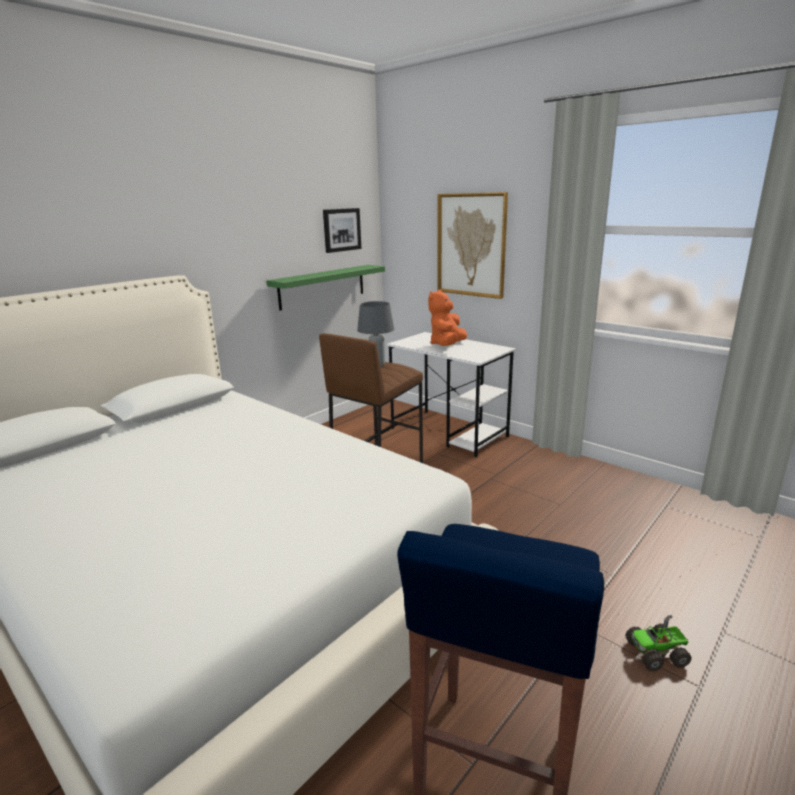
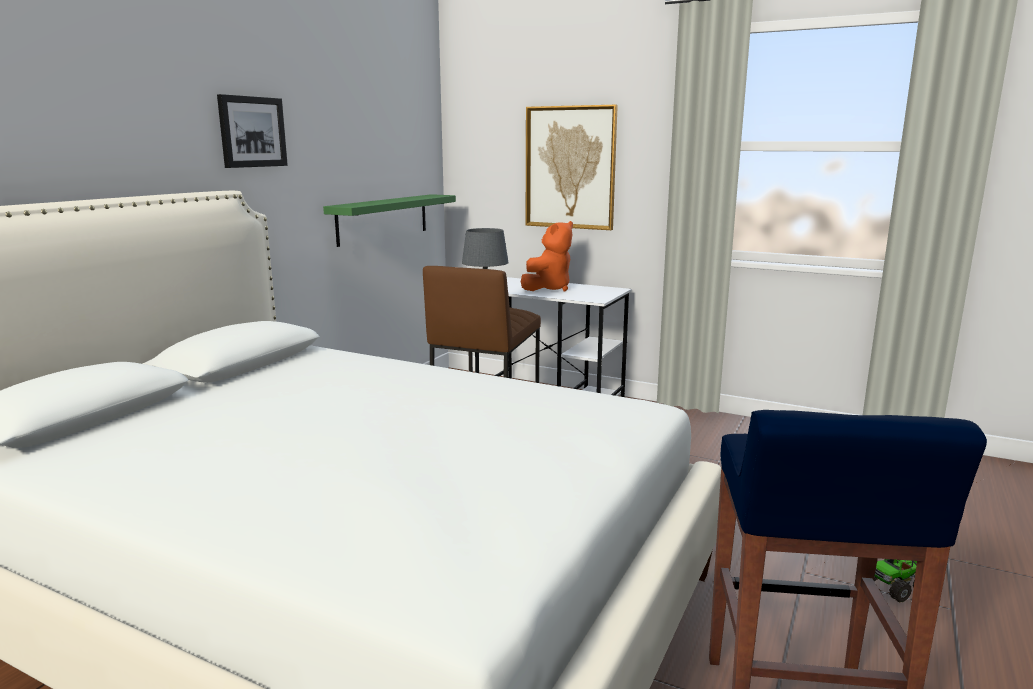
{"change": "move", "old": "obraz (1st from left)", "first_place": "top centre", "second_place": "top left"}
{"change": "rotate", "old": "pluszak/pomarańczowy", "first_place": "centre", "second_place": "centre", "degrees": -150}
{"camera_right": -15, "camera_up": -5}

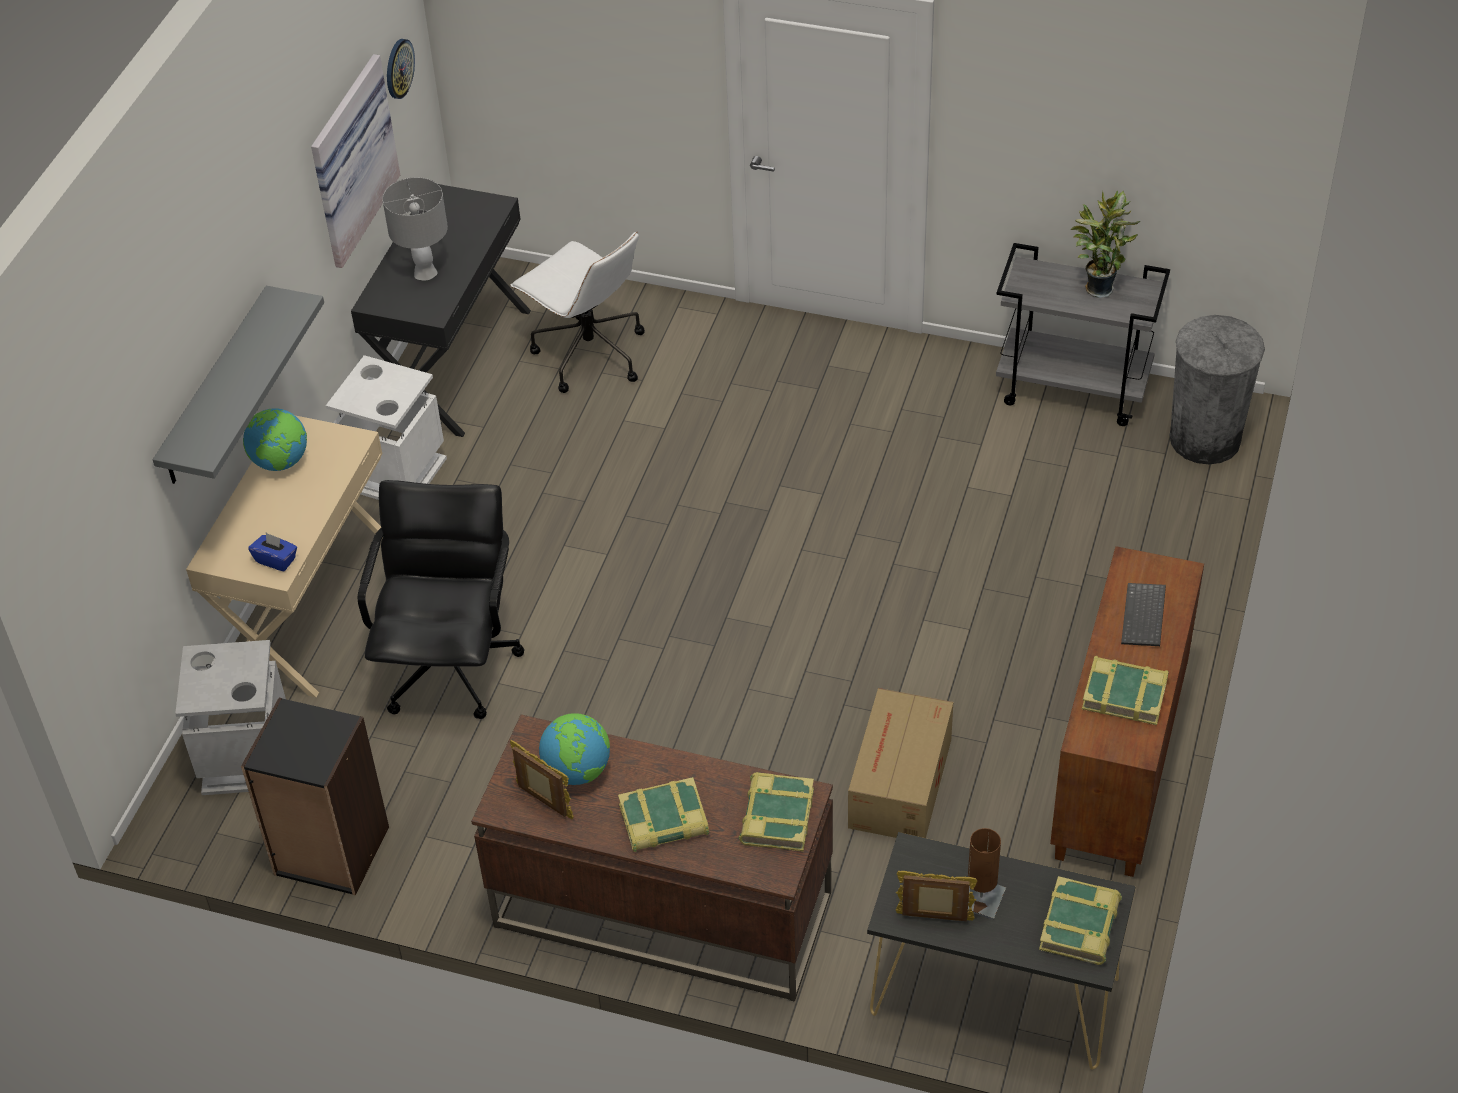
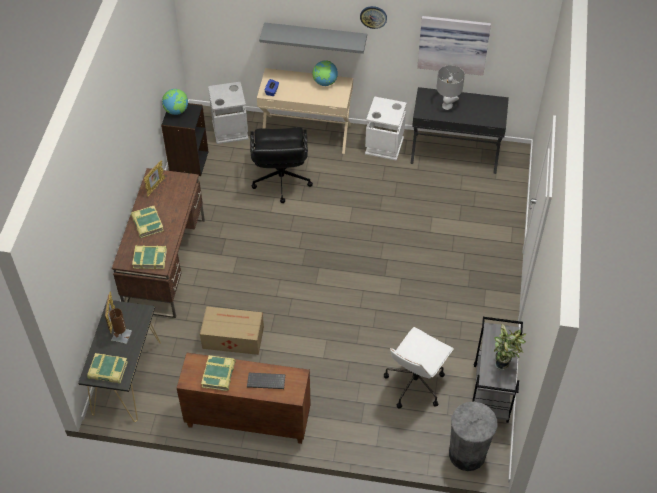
{"change": "move", "old": "zegar ścienny", "first_place": "top left", "second_place": "top centre"}
{"change": "move", "old": "krzesło biurowe/biały", "first_place": "top centre", "second_place": "bottom centre"}
{"change": "move", "old": "globus (2nd from left in the first image)", "new": "globus (1st from left)", "first_place": "bottom centre", "second_place": "top left"}
{"change": "rotate", "old": "krzesło biurowe/czarny", "first_place": "middle left", "second_place": "centre", "degrees": 90}
{"camera_right": 80, "camera_up": 5}

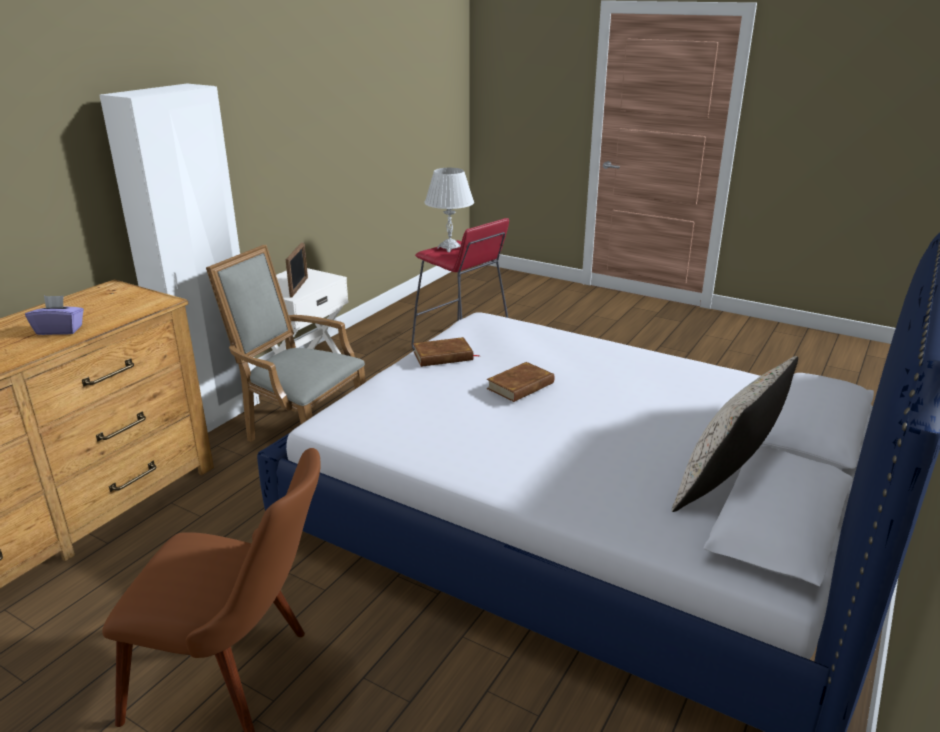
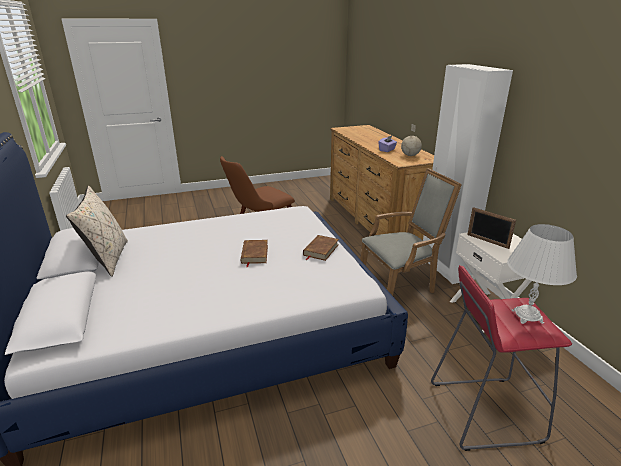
{"change": "insert", "new": "globus", "second_place": "top centre"}
{"camera_right": 130, "camera_up": 0}

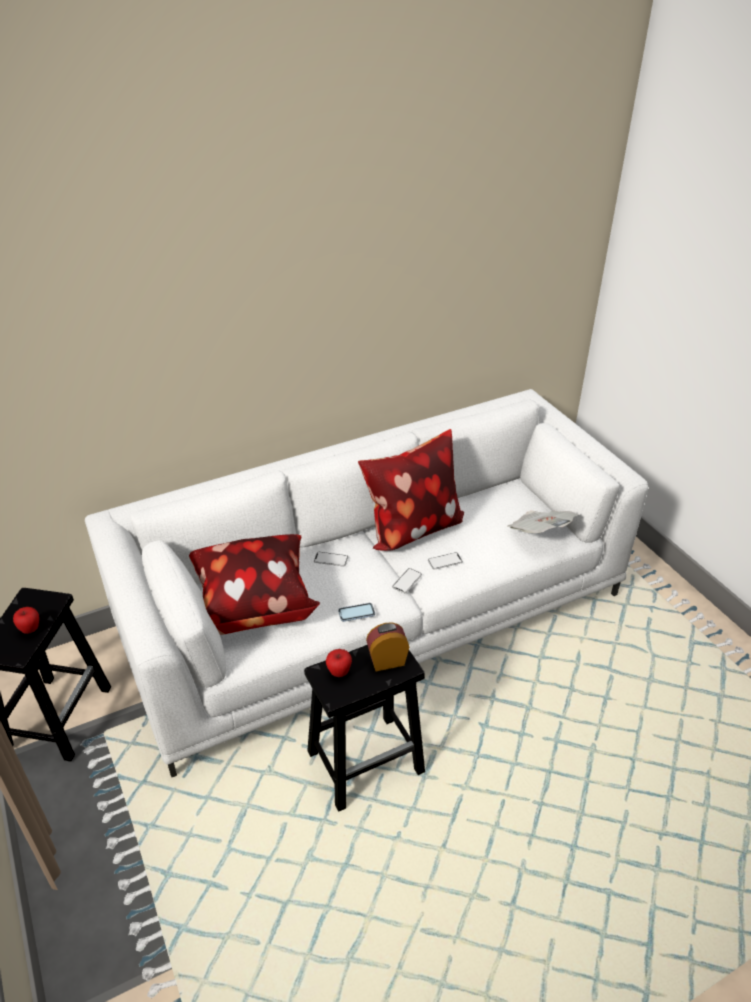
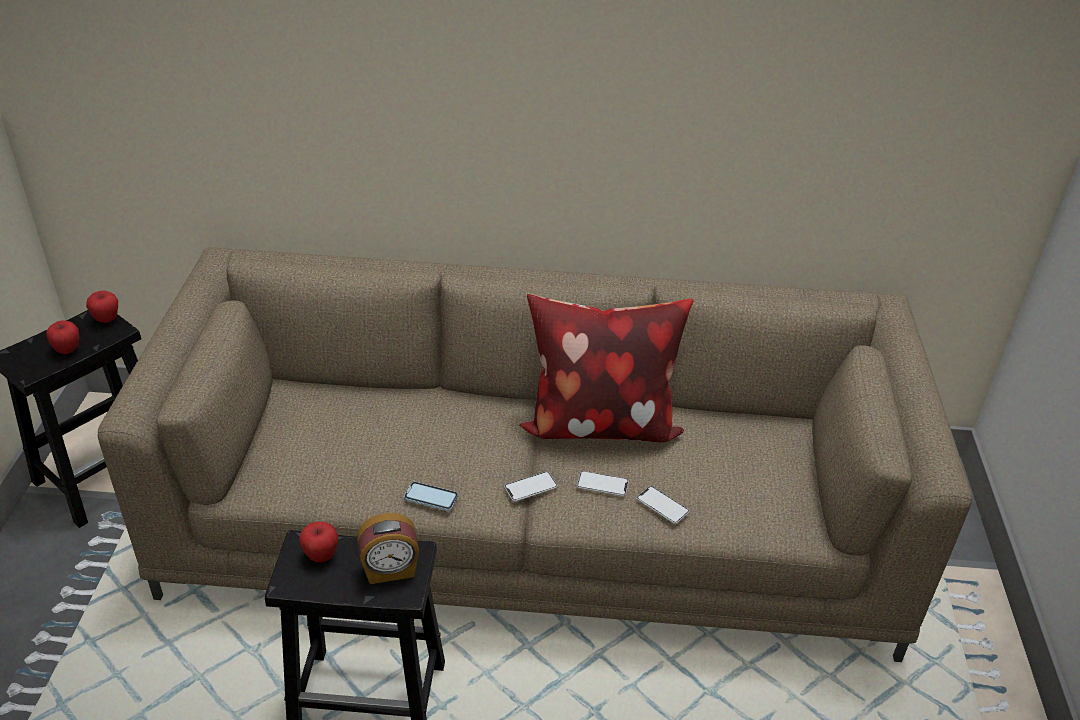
{"change": "delete", "old": "poduszka (1st from left)", "first_place": "centre"}
{"change": "delete", "old": "gazeta", "first_place": "middle right"}
{"change": "insert", "new": "jabłko (2nd from left)", "second_place": "middle left"}
{"change": "move", "old": "telefon (1st from left in the first image)", "new": "telefon (4th from left)", "first_place": "centre", "second_place": "bottom centre"}
{"change": "recolor", "old": "kanapa/biały", "new": "kanapa/brązowy", "first_place": "centre", "second_place": "centre"}
{"change": "rotate", "old": "budzik", "first_place": "centre", "second_place": "bottom centre", "degrees": 150}
{"camera_right": 30, "camera_up": 0}

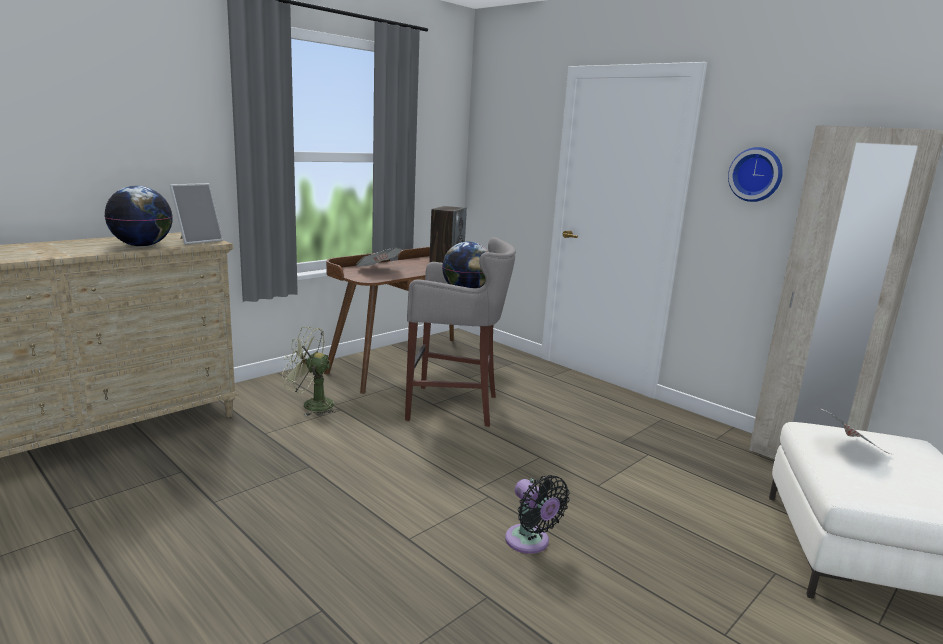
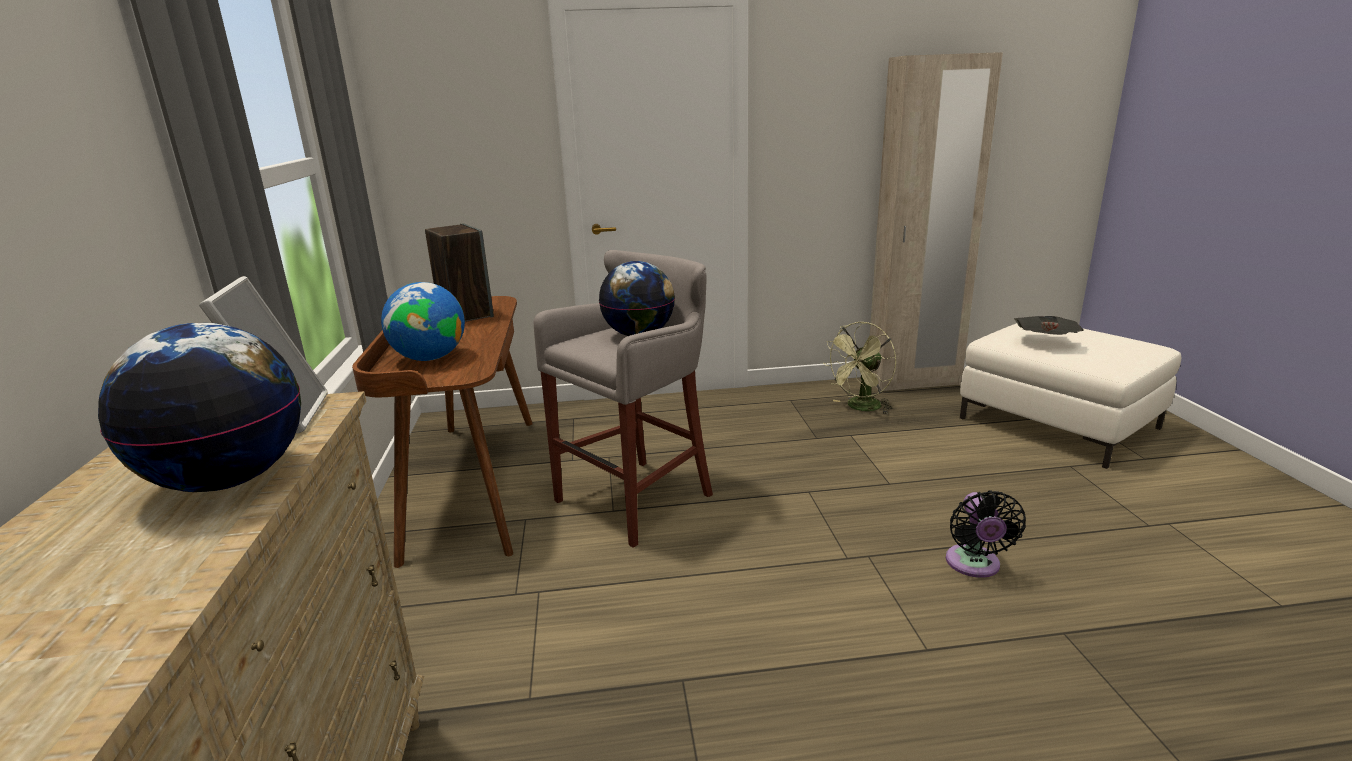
{"change": "delete", "old": "zegar ścienny", "first_place": "top right"}
{"change": "move", "old": "wentylator/zielony", "first_place": "middle left", "second_place": "centre"}
{"change": "replace", "old": "gazeta (1st from left)", "new": "globus (2nd from left)", "first_place": "centre", "second_place": "middle left"}
{"change": "rotate", "old": "wentylator/czarny", "first_place": "bottom centre", "second_place": "bottom right", "degrees": 90}
{"camera_right": -50, "camera_up": 5}

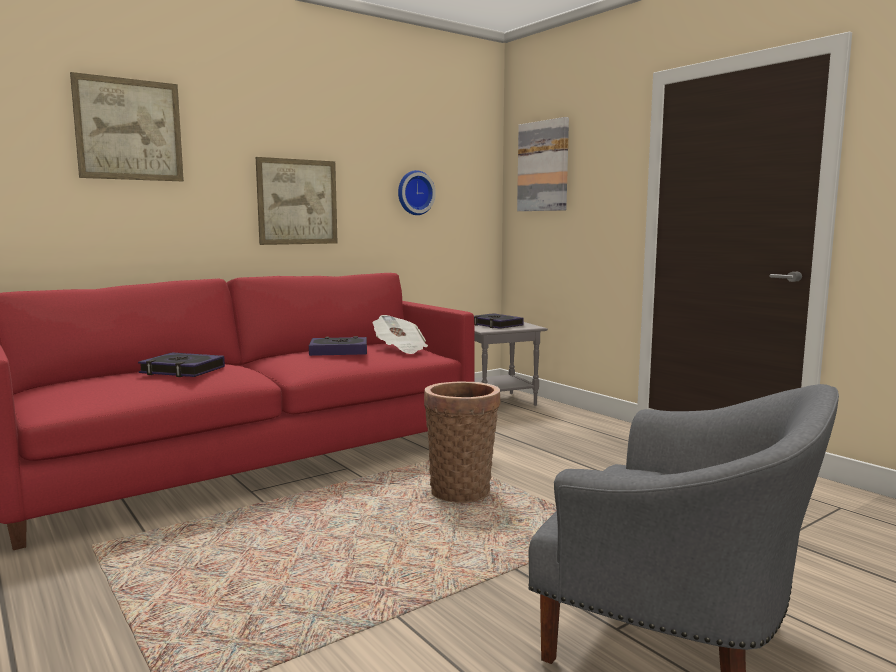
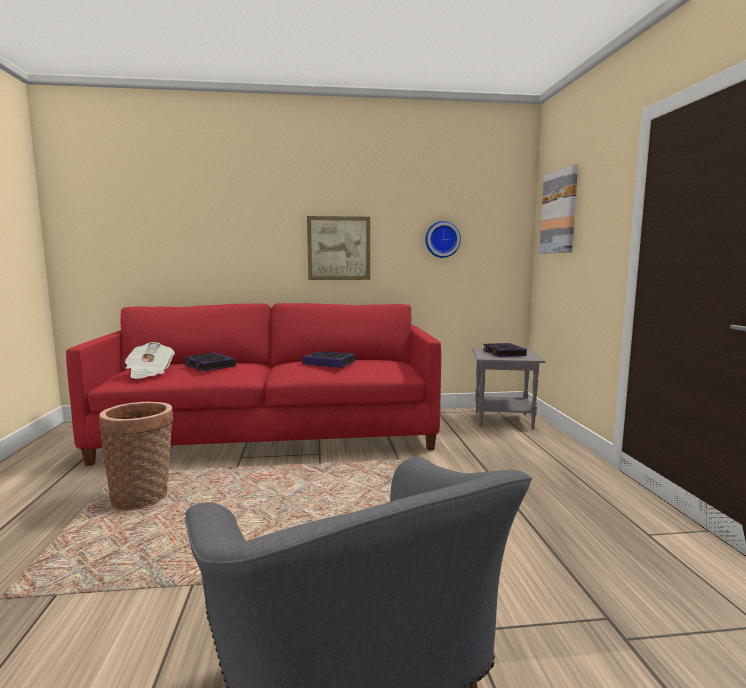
{"change": "delete", "old": "obraz (1st from left)", "first_place": "top left"}
{"change": "move", "old": "gazeta", "first_place": "centre", "second_place": "middle left"}
{"change": "move", "old": "koszyk", "first_place": "centre", "second_place": "middle left"}
{"camera_right": 30, "camera_up": 0}

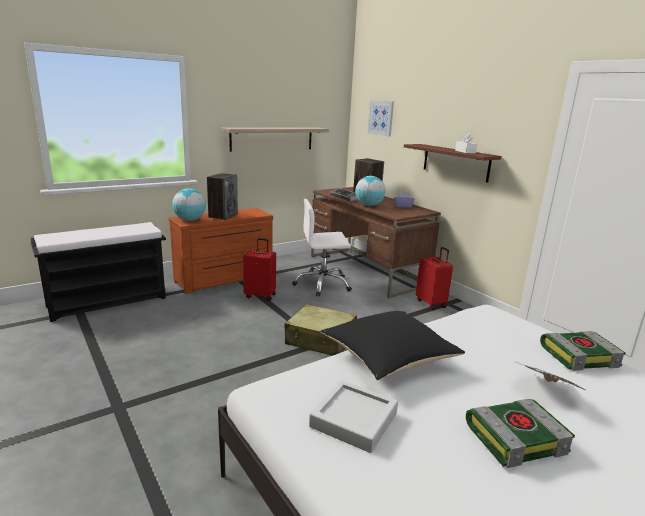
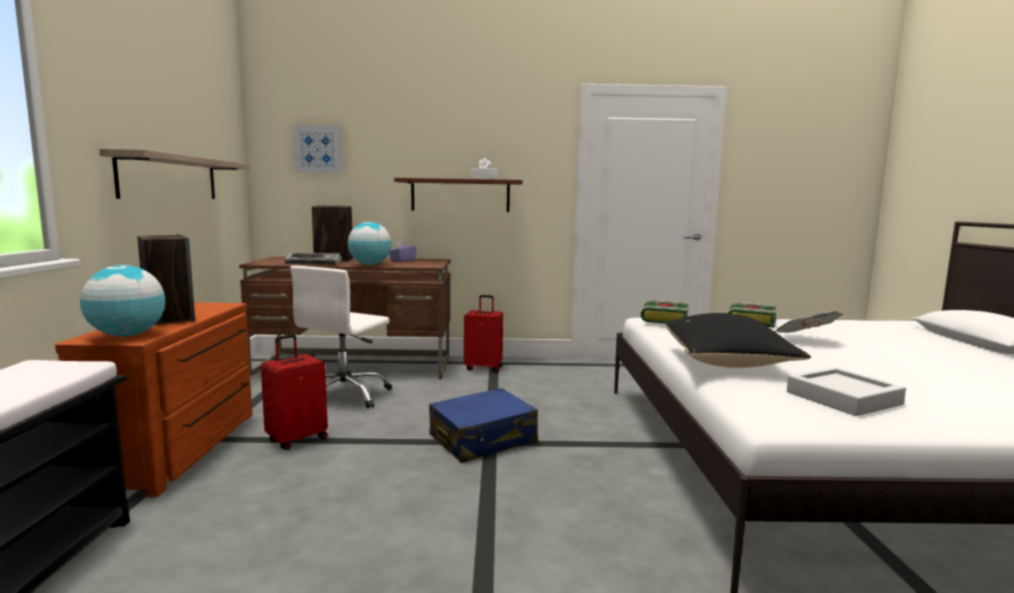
{"change": "move", "old": "książka (1st from left)", "first_place": "bottom right", "second_place": "centre"}
{"change": "recolor", "old": "walizka/beżowy", "new": "walizka/niebieski", "first_place": "centre", "second_place": "bottom centre"}
{"camera_right": -55, "camera_up": -10}

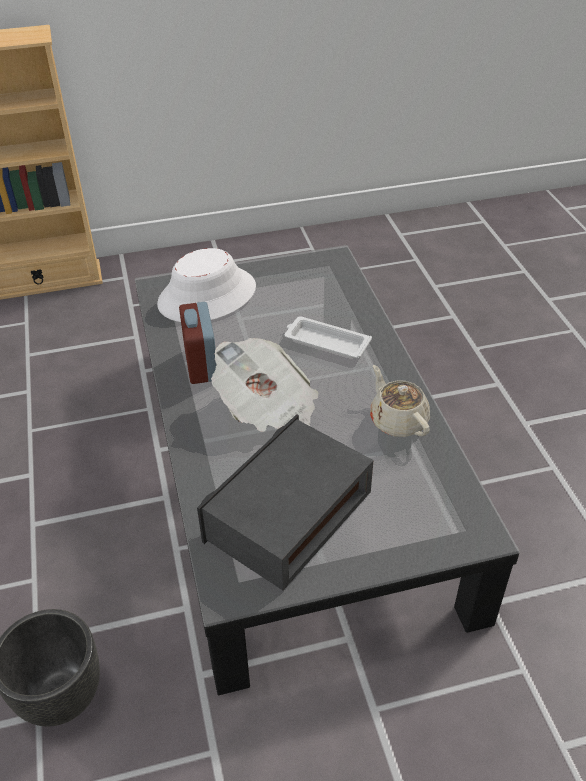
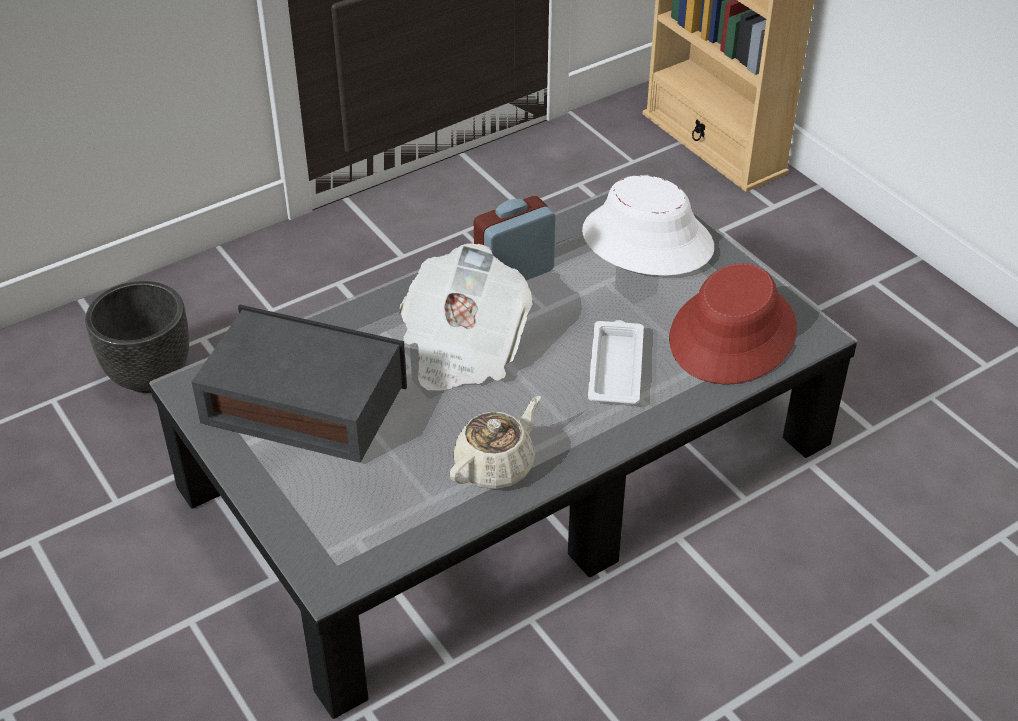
{"change": "insert", "new": "kapelusz/czerwony", "second_place": "middle right"}
{"camera_right": 70, "camera_up": 0}

